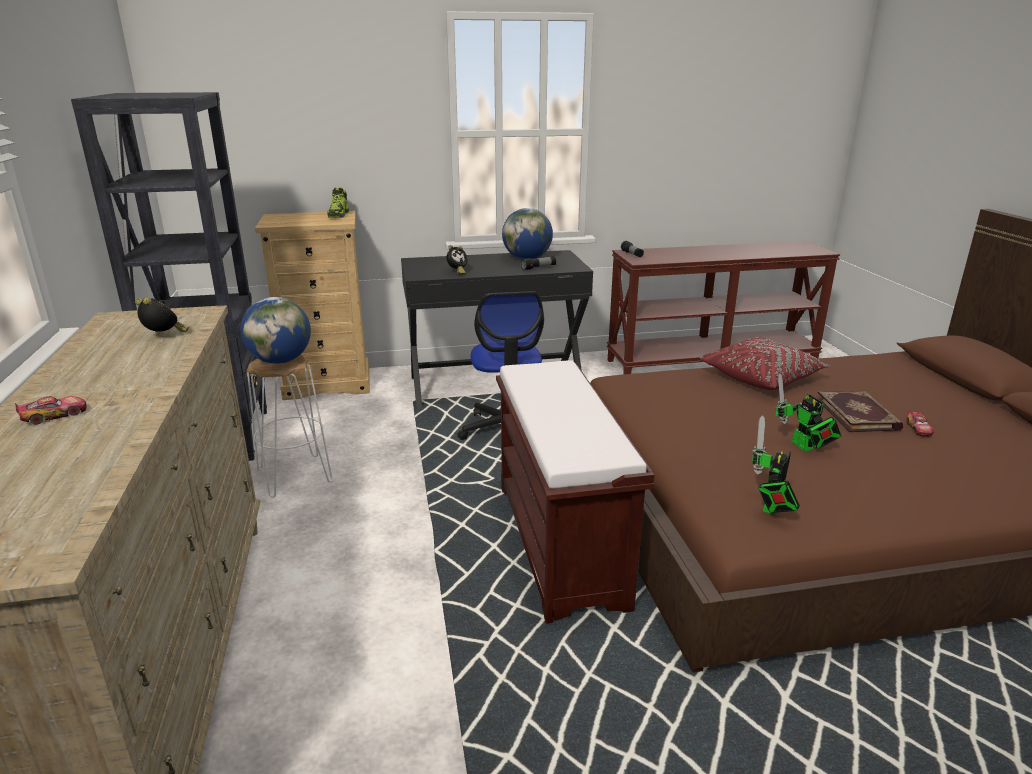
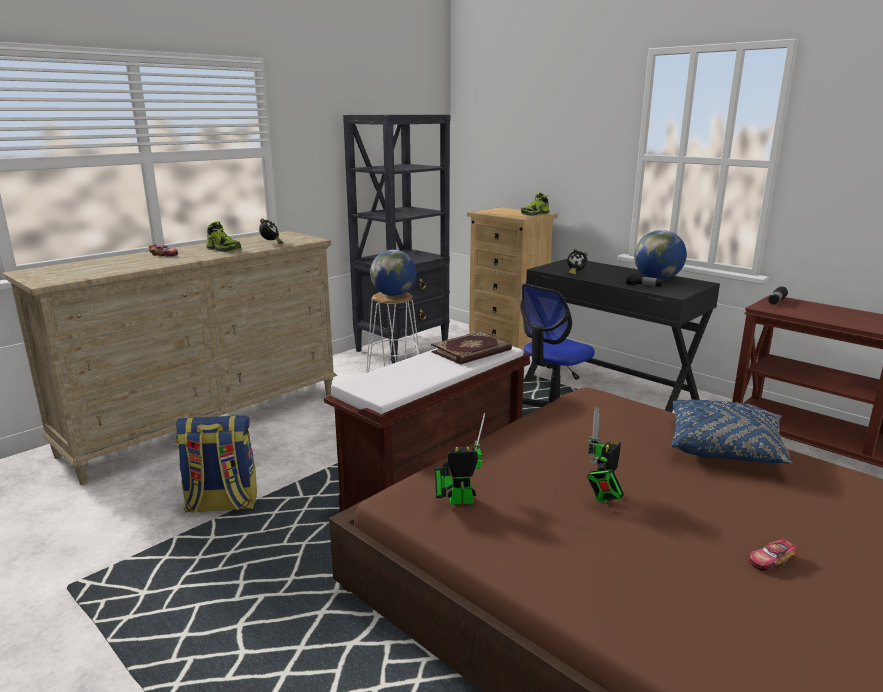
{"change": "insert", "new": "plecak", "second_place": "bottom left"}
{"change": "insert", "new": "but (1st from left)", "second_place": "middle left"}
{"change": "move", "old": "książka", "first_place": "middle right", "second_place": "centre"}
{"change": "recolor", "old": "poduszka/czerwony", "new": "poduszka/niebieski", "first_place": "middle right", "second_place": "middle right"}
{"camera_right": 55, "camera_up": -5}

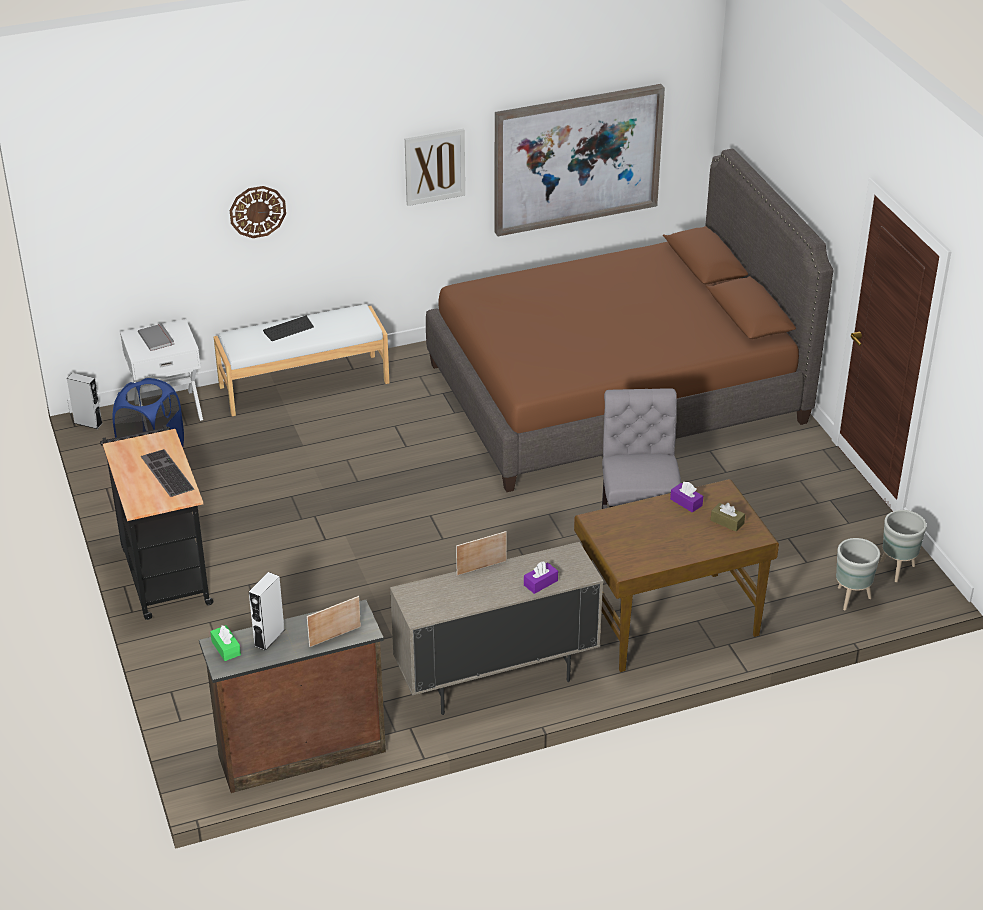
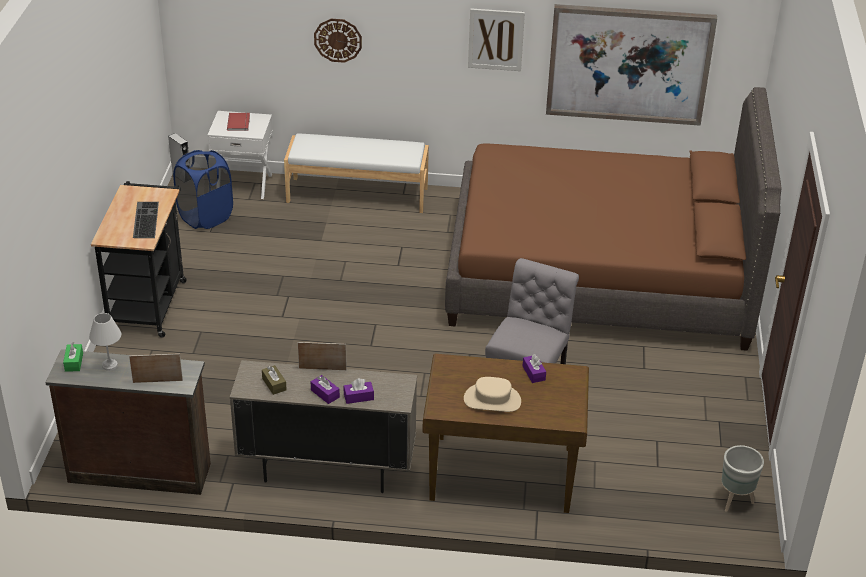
{"change": "delete", "old": "klawiatura (2nd from left)", "first_place": "middle left"}
{"change": "delete", "old": "donica/szary (1st from left)", "first_place": "middle right"}
{"change": "insert", "new": "pudełko chusteczek/fioletowy (1st from left)", "second_place": "bottom centre"}
{"change": "insert", "new": "kapelusz/beżowy", "second_place": "bottom centre"}
{"change": "move", "old": "pudełko chusteczek/brązowy", "first_place": "middle right", "second_place": "middle left"}
{"change": "replace", "old": "głośnik/szary (2nd from left)", "new": "lampa stołowa/biały", "first_place": "bottom left", "second_place": "middle left"}
{"change": "recolor", "old": "książka/szary", "new": "książka/czerwony", "first_place": "middle left", "second_place": "top left"}
{"camera_right": 25, "camera_up": 0}

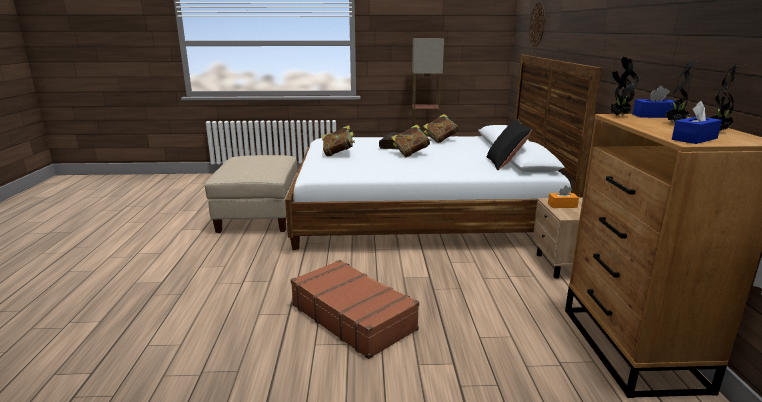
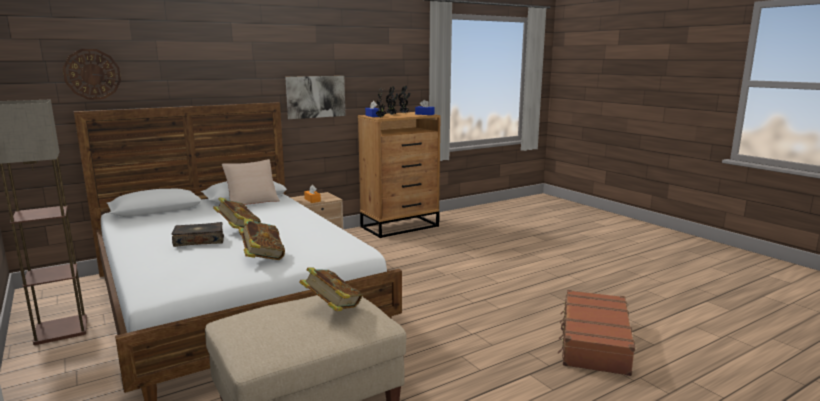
{"change": "insert", "new": "obraz", "second_place": "top centre"}
{"change": "move", "old": "walizka/brązowy", "first_place": "bottom centre", "second_place": "bottom right"}
{"change": "move", "old": "książka (4th from left)", "first_place": "top centre", "second_place": "bottom centre"}
{"change": "recolor", "old": "poduszka/czarny", "new": "poduszka/beżowy", "first_place": "middle right", "second_place": "middle left"}
{"camera_right": -120, "camera_up": -5}

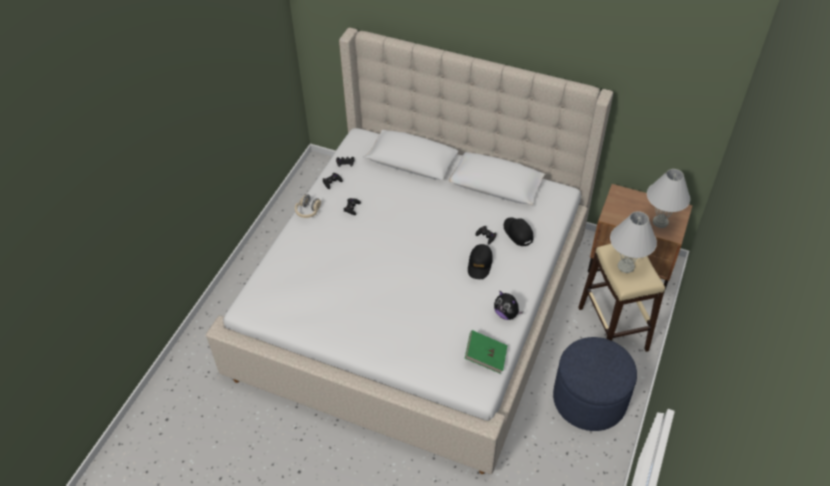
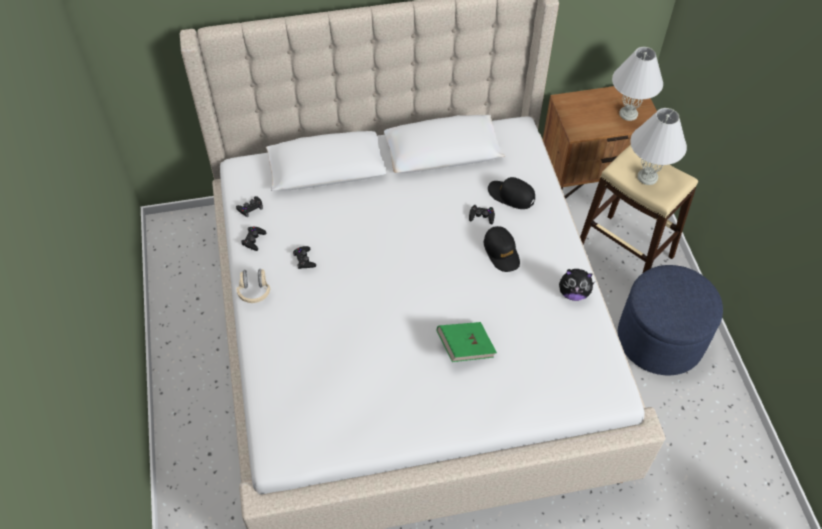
{"change": "move", "old": "książka/zielony", "first_place": "bottom centre", "second_place": "centre"}
{"camera_right": -35, "camera_up": 5}

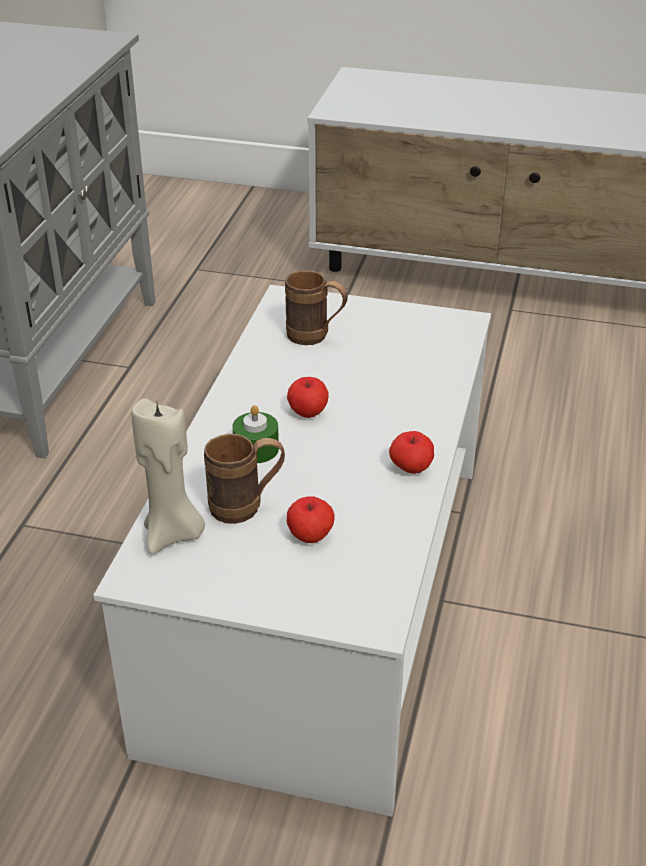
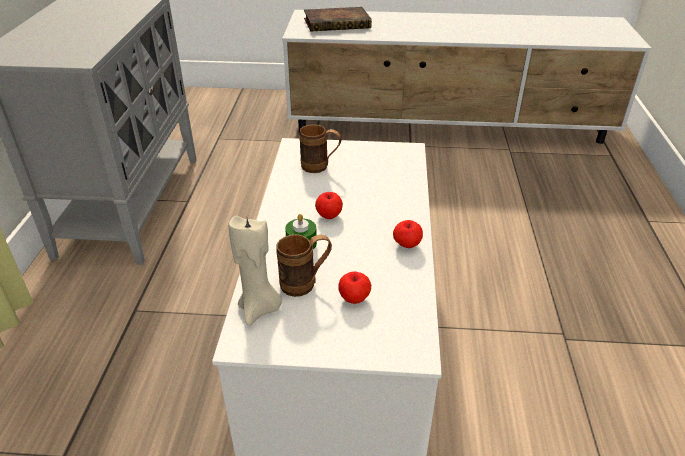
{"change": "insert", "new": "książka", "second_place": "top centre"}
{"camera_right": -10, "camera_up": 0}

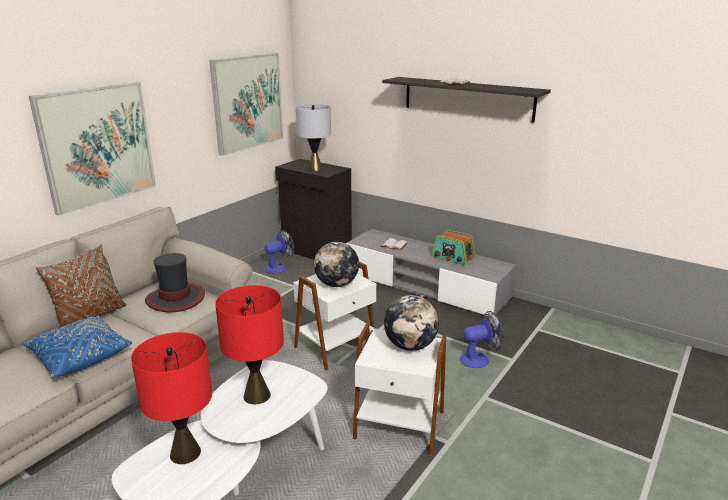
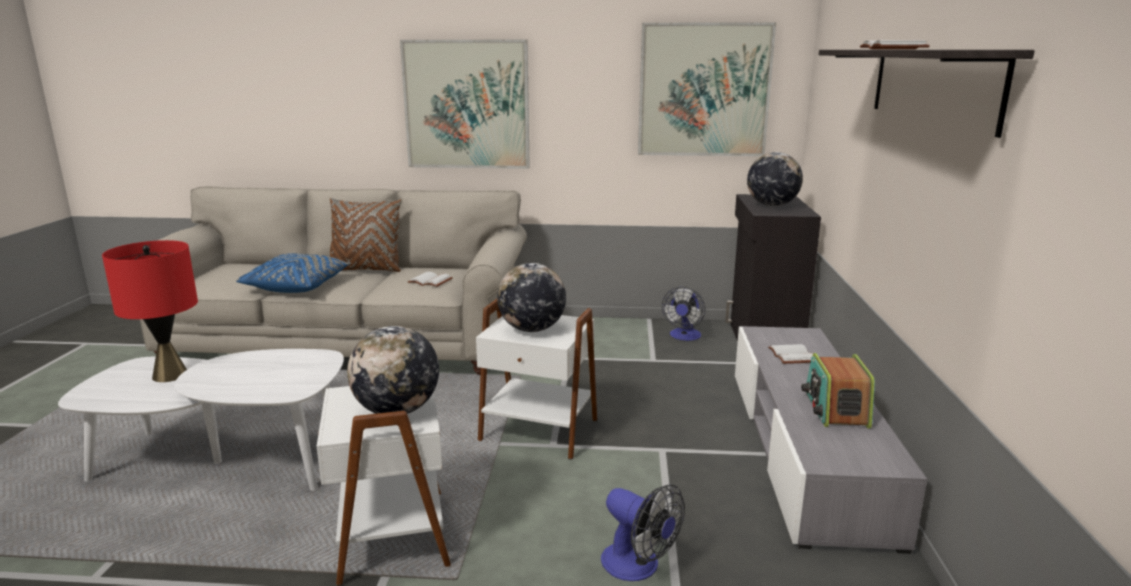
{"change": "delete", "old": "lampa stołowa/czerwony (2nd from left)", "first_place": "bottom centre"}
{"change": "replace", "old": "kapelusz", "new": "książka/biały (1st from left)", "first_place": "middle left", "second_place": "centre"}
{"change": "replace", "old": "lampa stołowa/szary", "new": "globus (3rd from left)", "first_place": "top centre", "second_place": "top right"}
{"change": "rotate", "old": "wentylator (1st from left in the first image)", "first_place": "centre", "second_place": "centre", "degrees": 90}
{"camera_right": 60, "camera_up": -5}

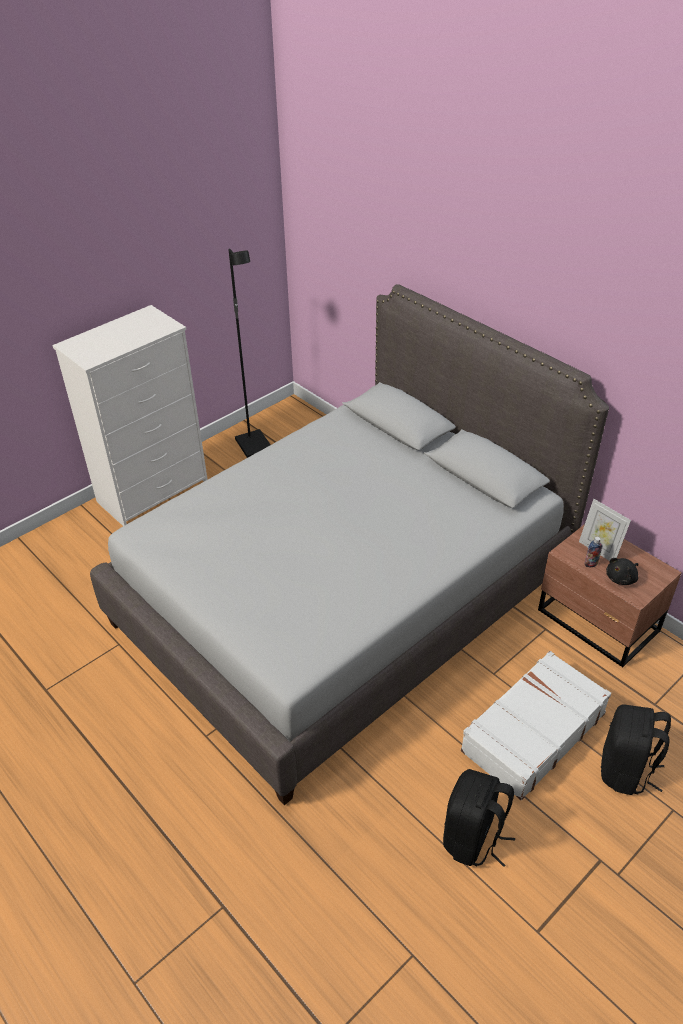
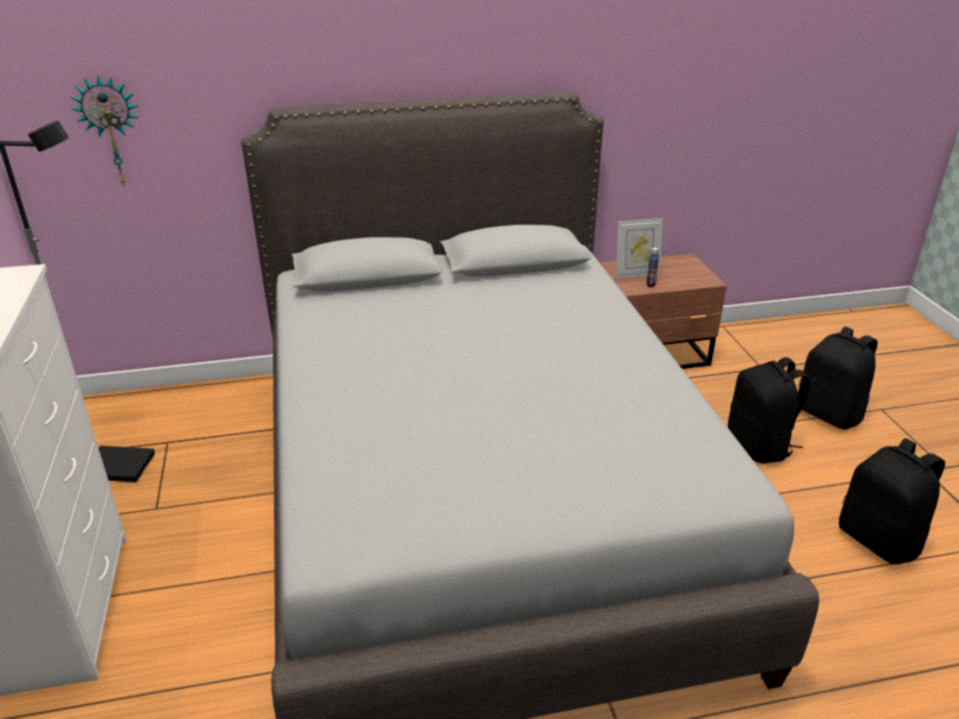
{"change": "delete", "old": "pluszak/czarny", "first_place": "middle right"}
{"change": "insert", "new": "zegar ścienny", "second_place": "top left"}
{"change": "replace", "old": "walizka/biały", "new": "plecak/czarny (1st from left)", "first_place": "bottom right", "second_place": "middle right"}
{"camera_right": -60, "camera_up": -10}

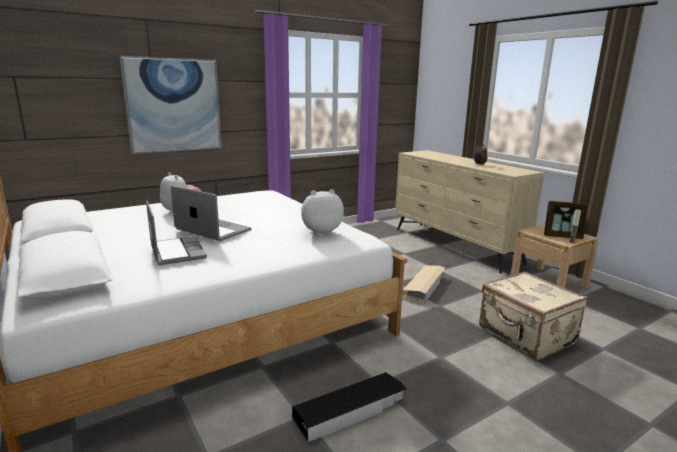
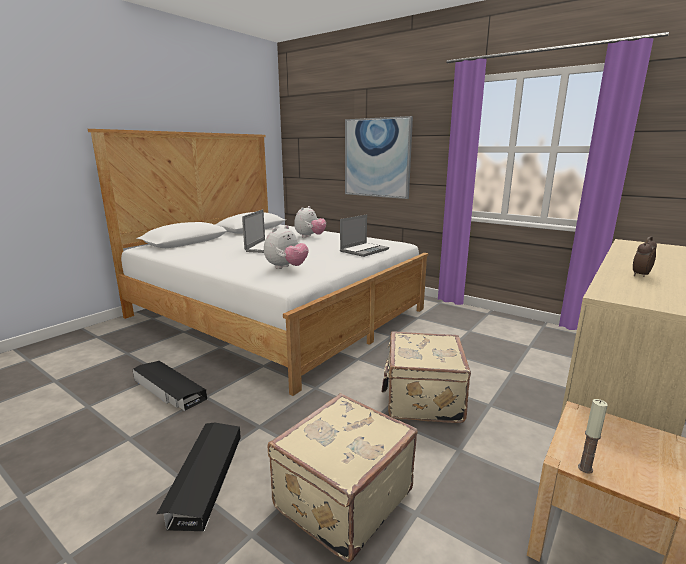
{"change": "delete", "old": "ramka na zdjęcie", "first_place": "middle right"}
{"change": "insert", "new": "pojemnik do przechowywania/czarny (2nd from left)", "second_place": "bottom left"}
{"change": "move", "old": "laptop (1st from left in the first image)", "new": "laptop (2nd from left)", "first_place": "middle left", "second_place": "centre"}
{"change": "replace", "old": "pojemnik do przechowywania/beżowy", "new": "walizka/beżowy (2nd from left)", "first_place": "centre", "second_place": "bottom centre"}
{"change": "rotate", "old": "pluszak (2nd from left in the first image)", "first_place": "centre", "second_place": "centre", "degrees": 75}
{"camera_right": 70, "camera_up": 0}

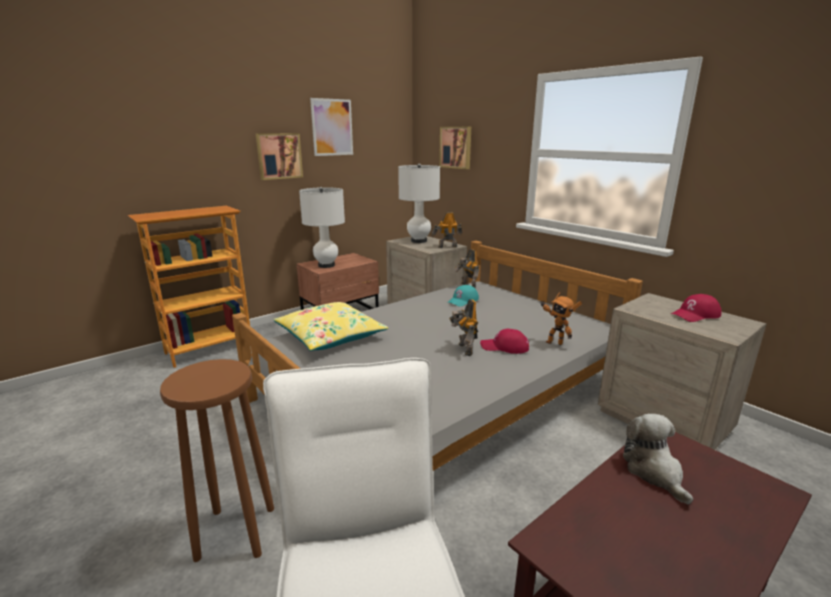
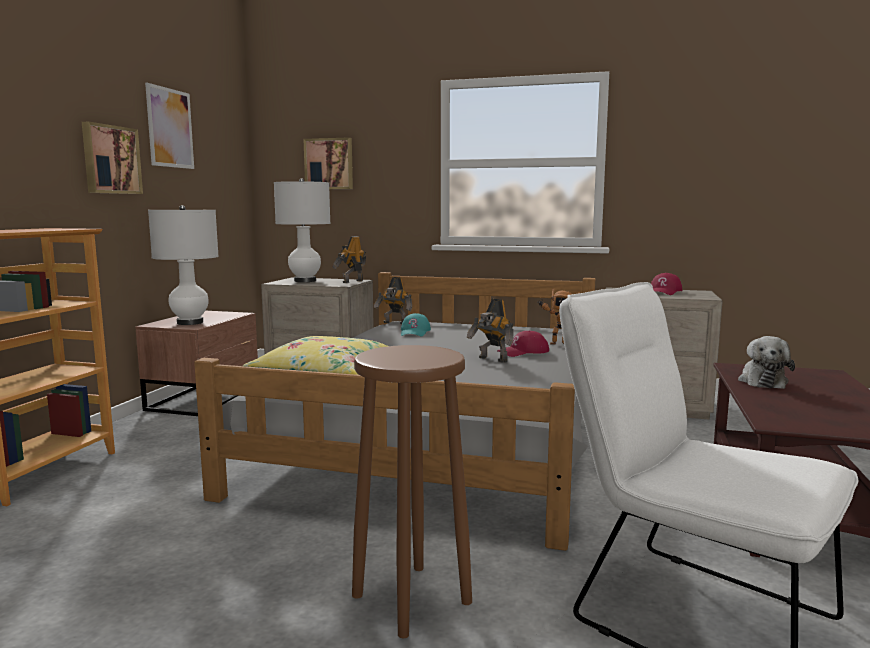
{"change": "rotate", "old": "pluszak", "first_place": "bottom right", "second_place": "middle right", "degrees": -120}
{"camera_right": -35, "camera_up": -10}

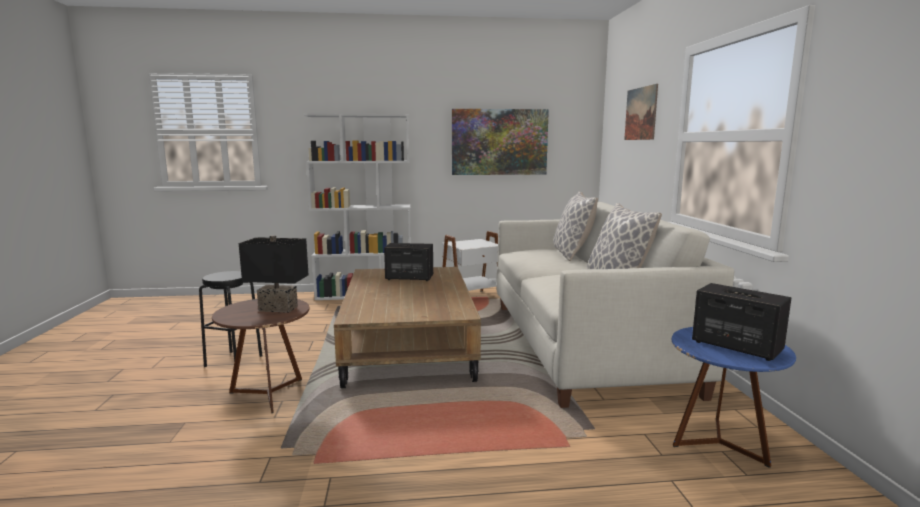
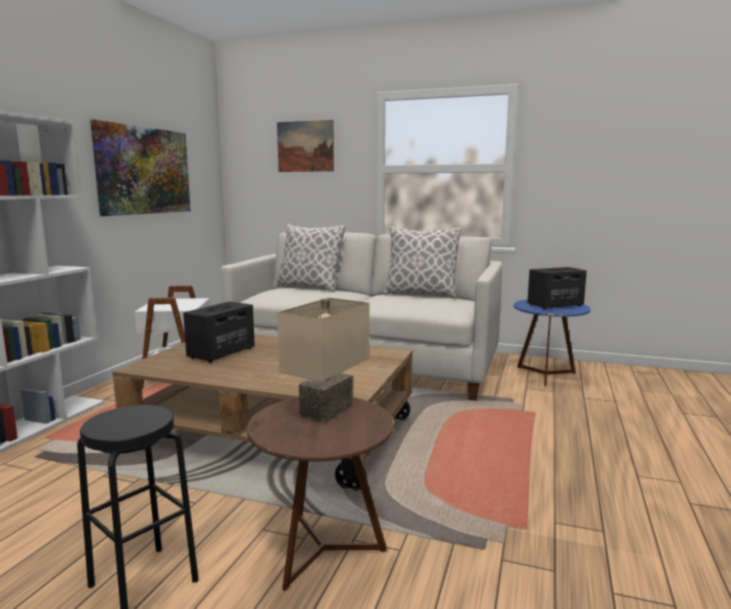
{"change": "recolor", "old": "lampa stołowa/czarny", "new": "lampa stołowa/beżowy", "first_place": "middle left", "second_place": "centre"}
{"camera_right": -65, "camera_up": 0}

